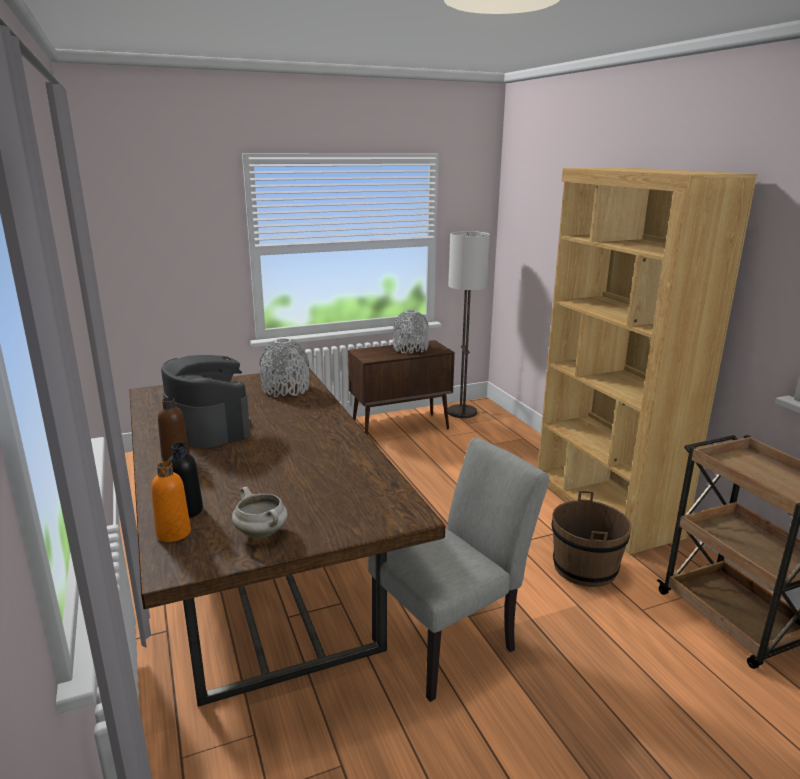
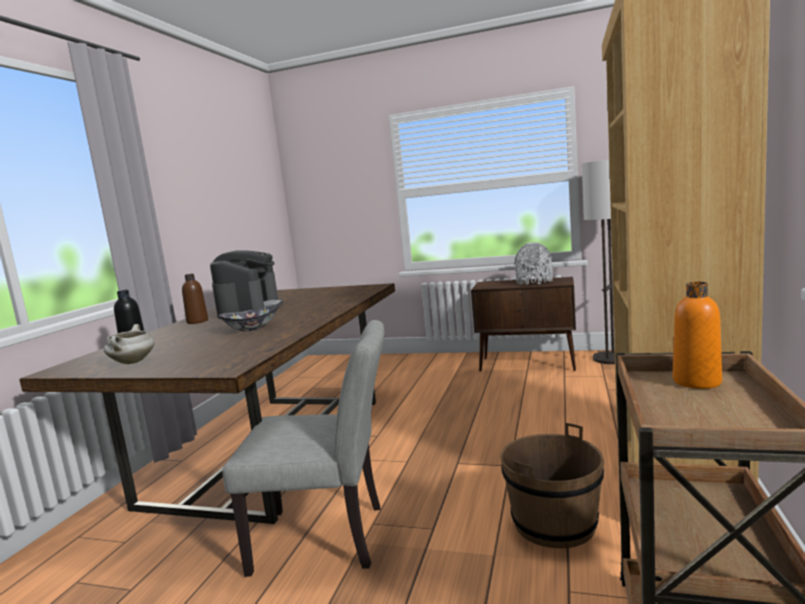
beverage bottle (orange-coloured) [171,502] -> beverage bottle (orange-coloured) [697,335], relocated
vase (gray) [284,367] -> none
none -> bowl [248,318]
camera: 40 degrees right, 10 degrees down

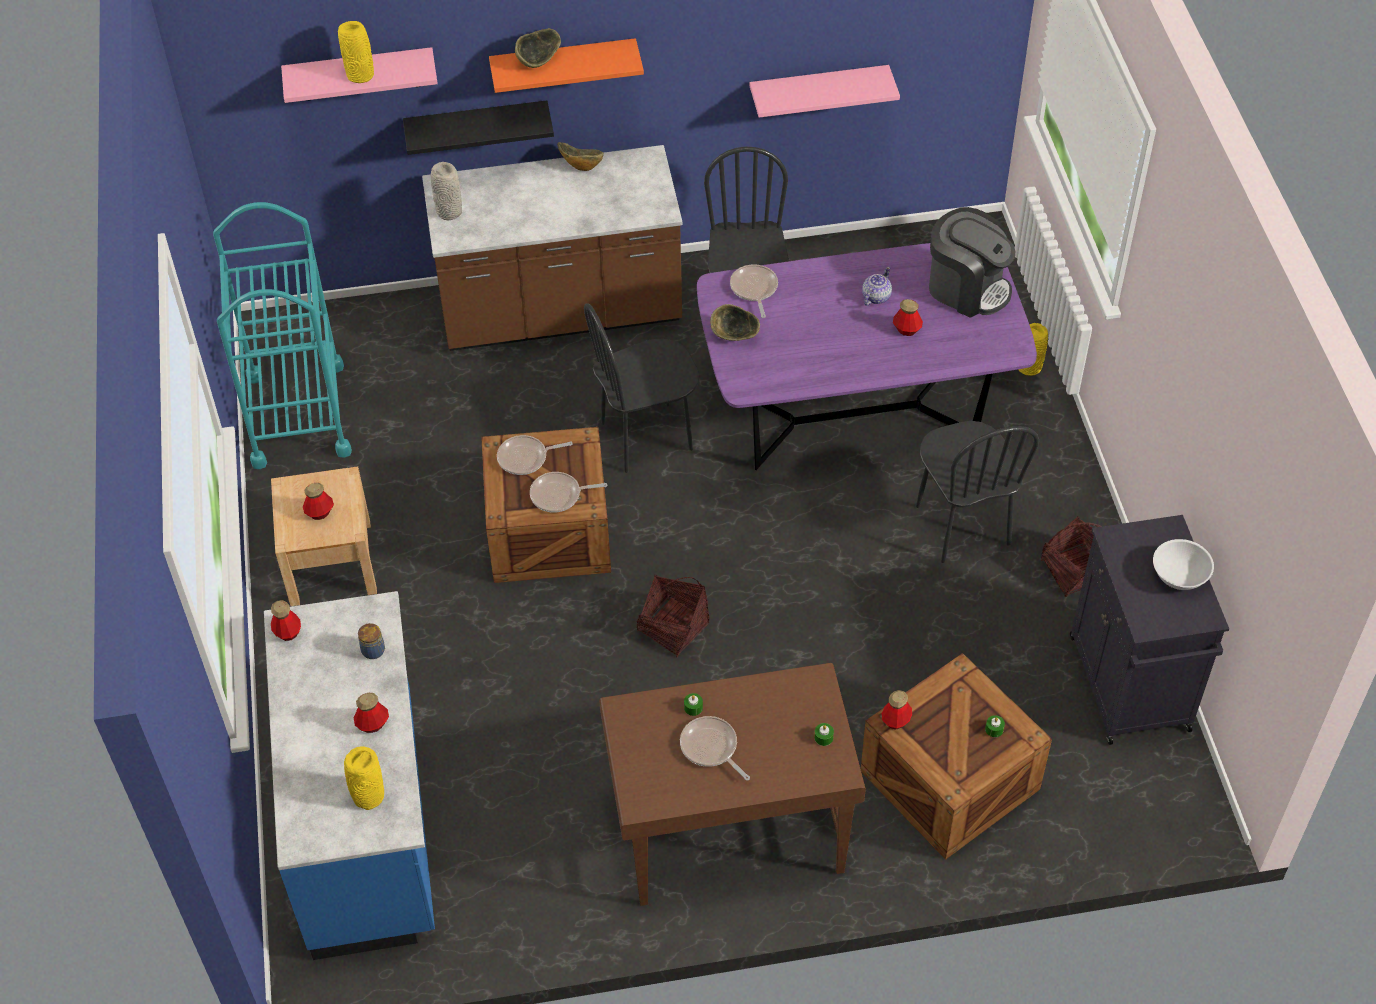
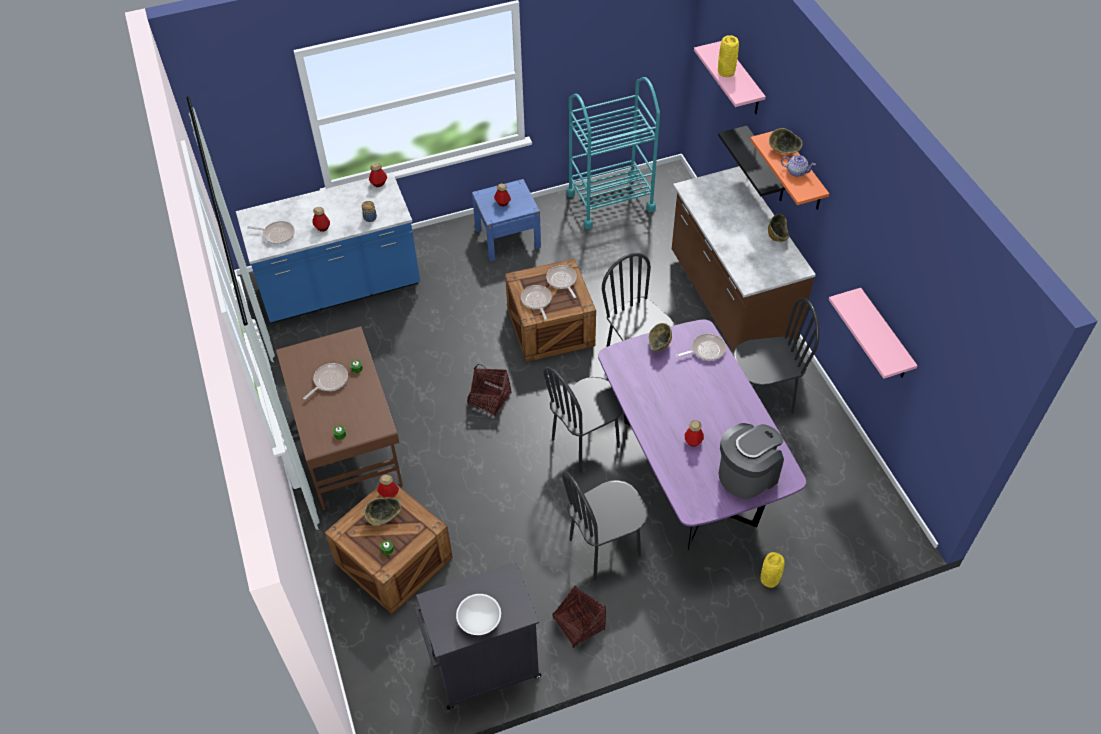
night table (beige-coloured) [324,536] -> night table (blue-coloured) [506,220]
vase (yellowish) [364,778] -> skillet [271,233]
vase (gray) [446,191] -> none
pot for tea [877,286] -> pot for tea [798,166], relocated
coffee machine [972,262] -> coffee machine [751,461], 150 degrees counterclockwise
none -> bowl [383,511]
none -> upright chair (black-coloured) [583,420]
camera: 80 degrees right, 0 degrees up

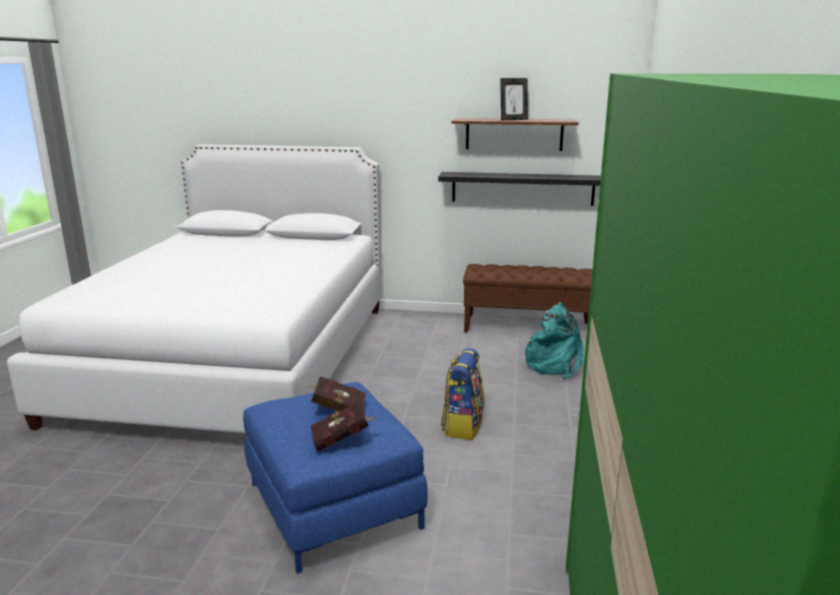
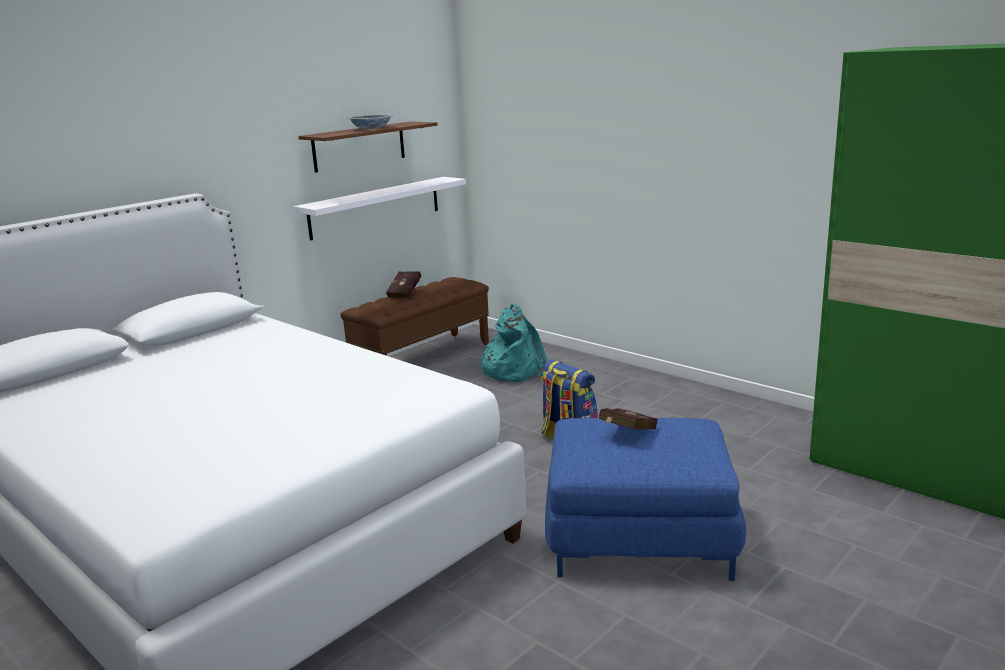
book (reddish) [343,426] -> book (reddish) [403,285], relocated
shelf (black-coloured) [519,189] -> shelf (whitish) [380,209]
picture frame [514,99] -> bowl [370,121]
camera: 55 degrees left, 0 degrees up

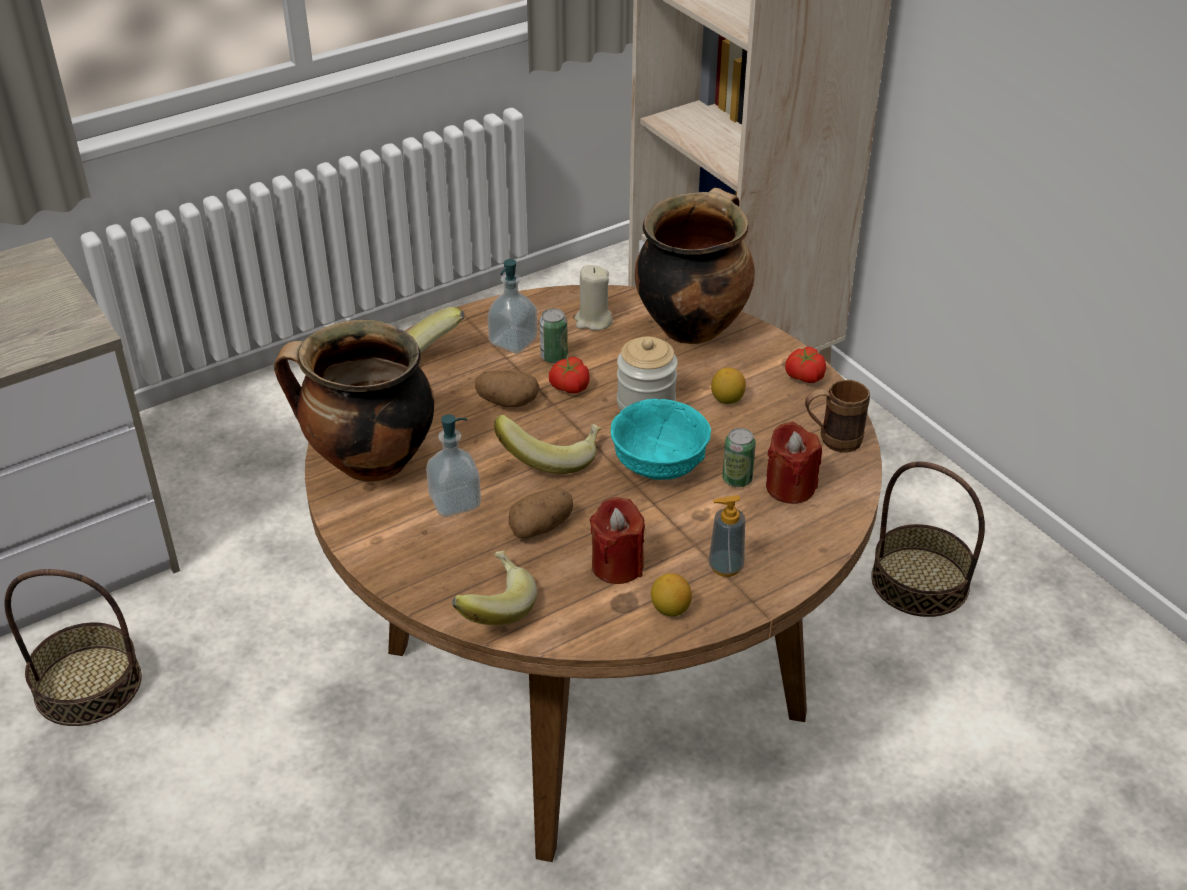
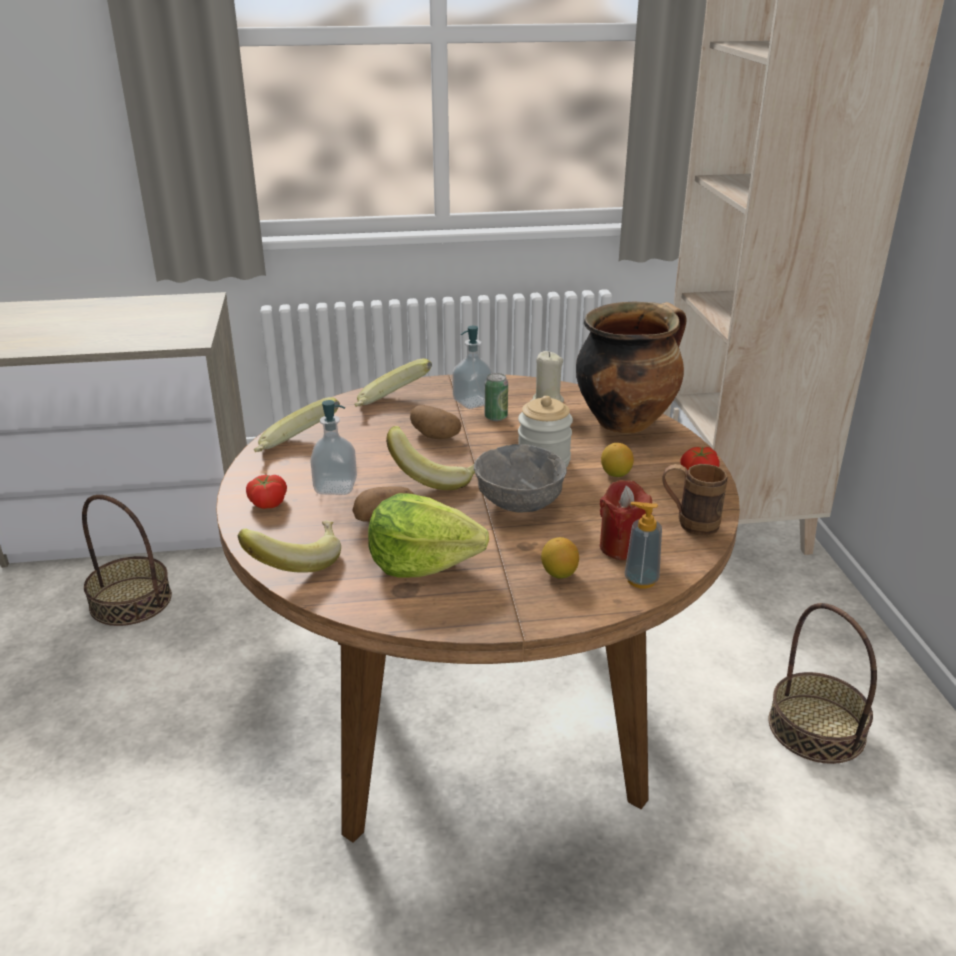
saucepot [354,401] -> banana [297,424]
tomato [569,375] -> tomato [266,492], relocated
candle (reddish) [617,540] -> lettuce head [428,535]
bowl (turquoise-coloured) [661,439] -> bowl (gray) [520,478]
lemon [671,595] -> lemon [560,558], relocated
liquid soap bottle [727,536] -> liquid soap bottle [643,545], relocated
can [739,457] -> none
camera: 25 degrees right, 10 degrees down

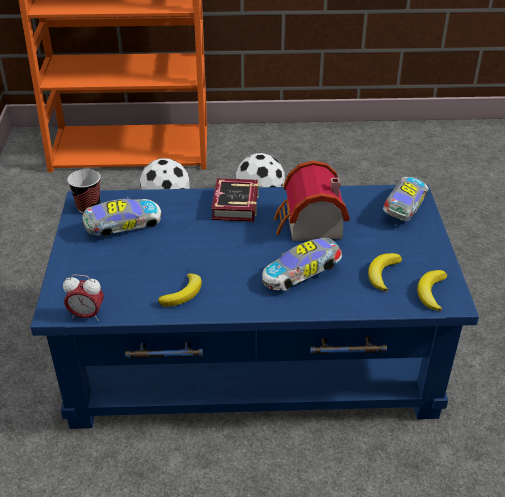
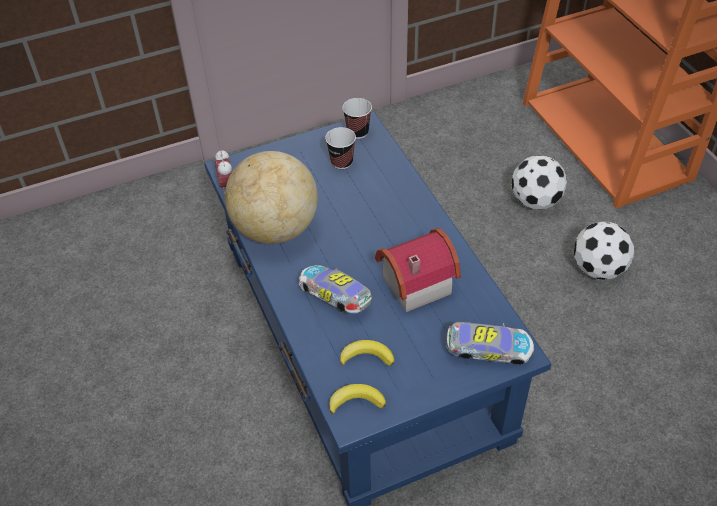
toy car [122,216] -> small cup [340,148]
banana [180,290] -> globe [271,197]
book [235,200] -> none
camera: 70 degrees right, 10 degrees up

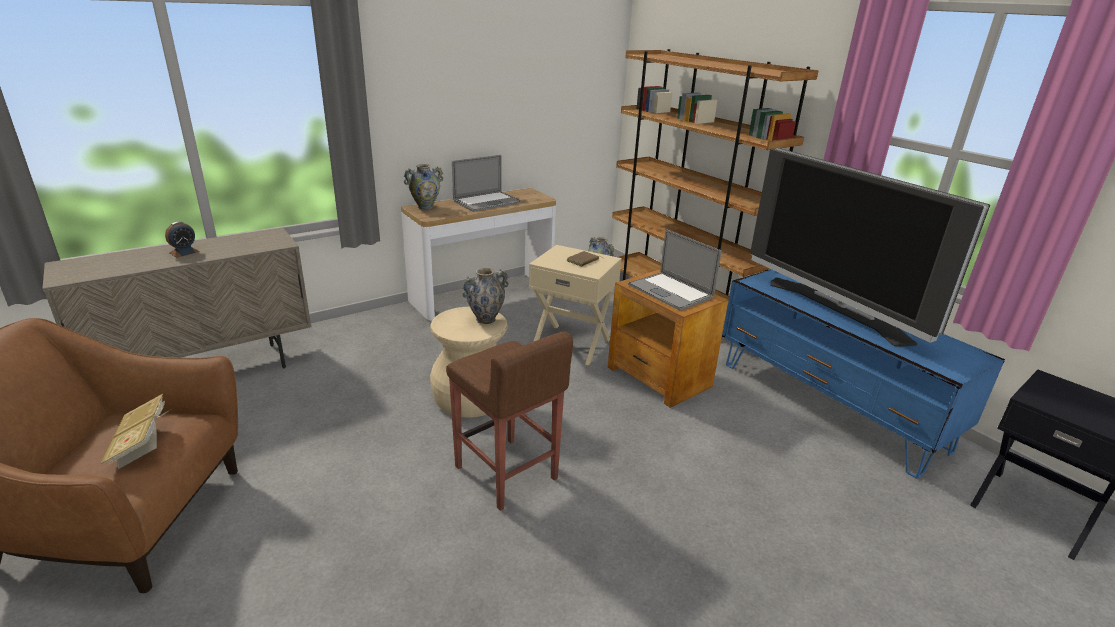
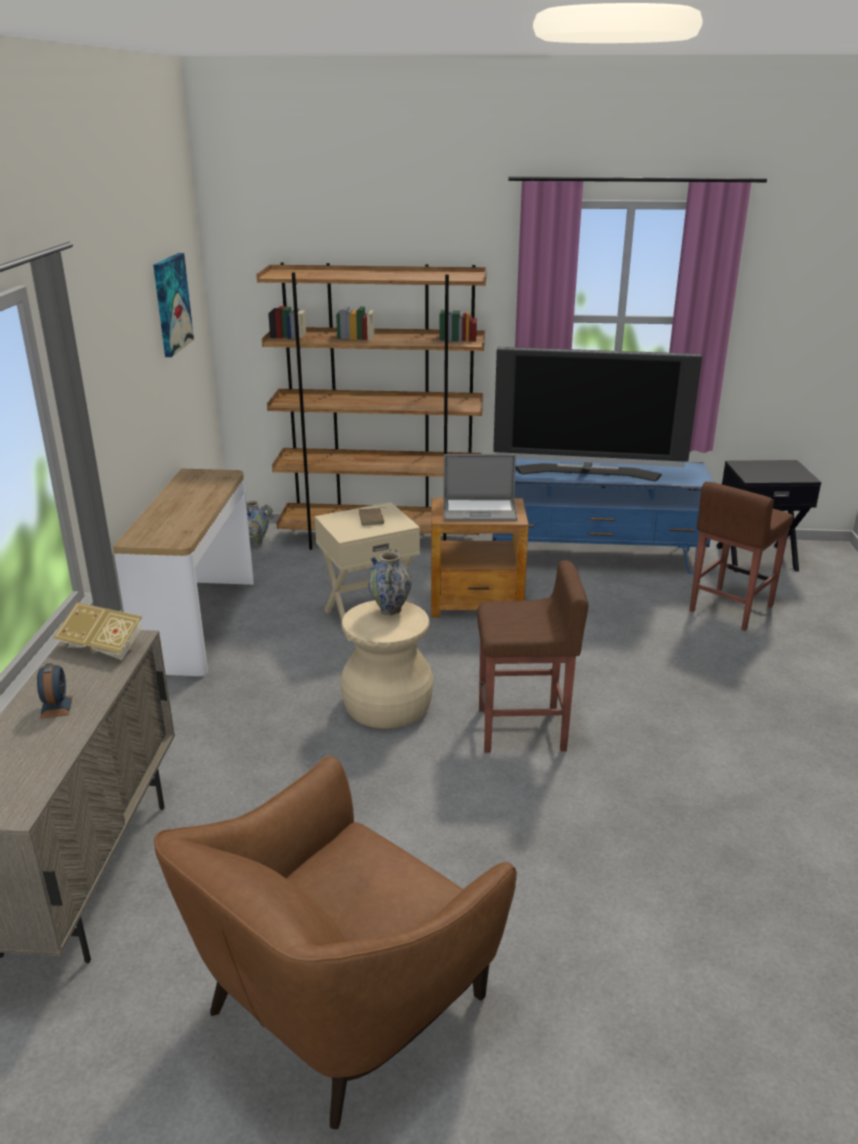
book [135,431] -> book [98,631], relocated
vase [423,187] -> none
notebook computer [487,183] -> none
none -> wall art [173,305]
none -> sitting stool (brown-coloured) [741,556]
camera: 50 degrees left, 0 degrees up

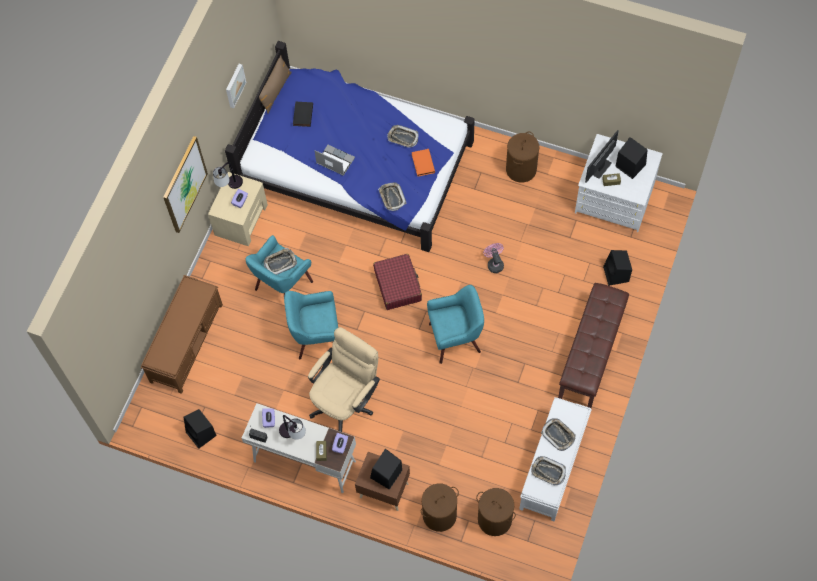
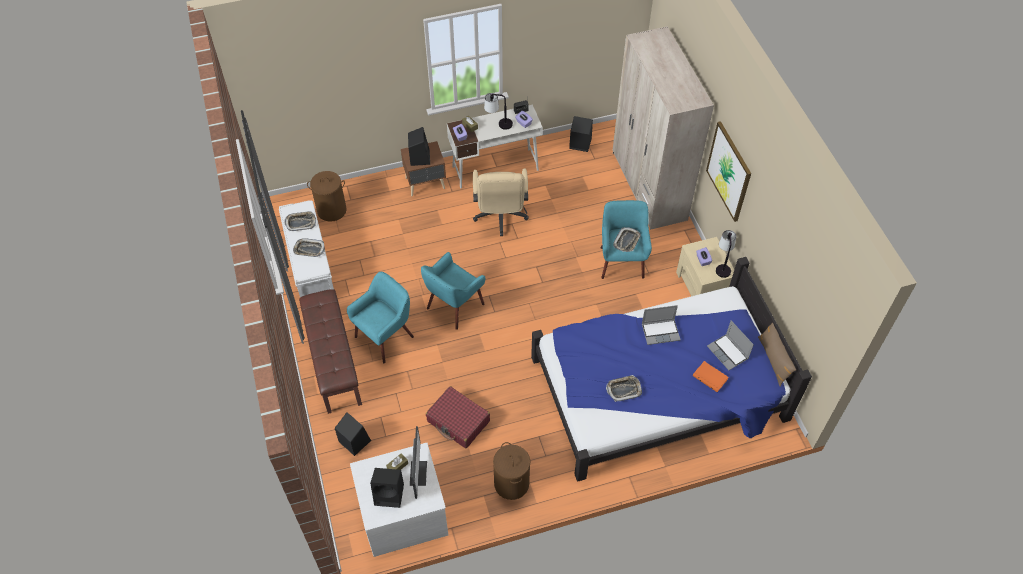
bench (brown-coloured) [182,334] -> armoire (beige-coloured) [663,128]
wall art [236,86] -> none
easy chair (turquoise-coloured) [311,325] -> easy chair (turquoise-coloured) [380,317], relocated
book (black-coloured) [303,114] -> notebook computer [730,345]
suitcase (reddish) [397,282] -> suitcase (reddish) [458,417], relocated
serving tray [392,196] -> none
book (orange-coloured) [423,163] -> book (orange-coloured) [711,376], relocated
hamper (brown-coloured) [440,507] -> none
fan (pink) [493,258] -> none
camera: 140 degrees right, 10 degrees down

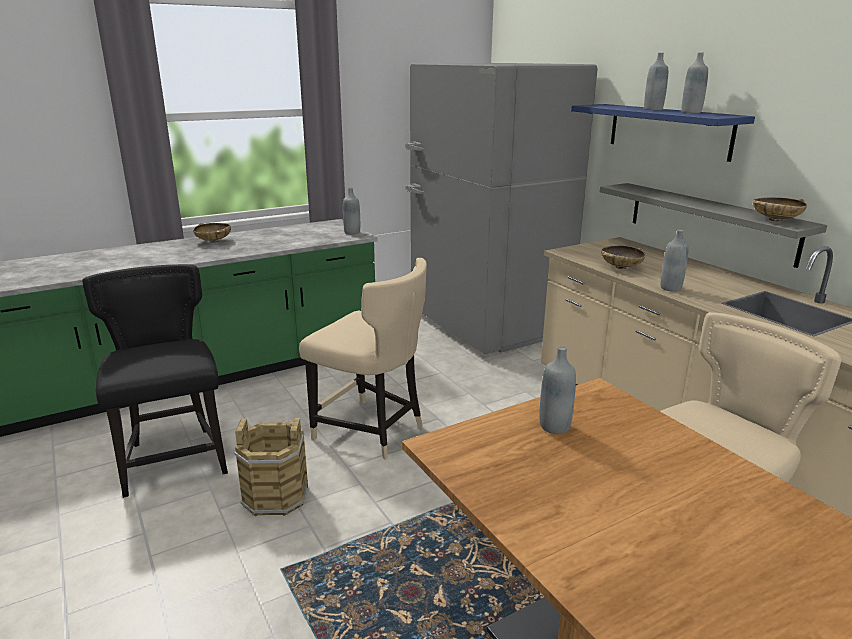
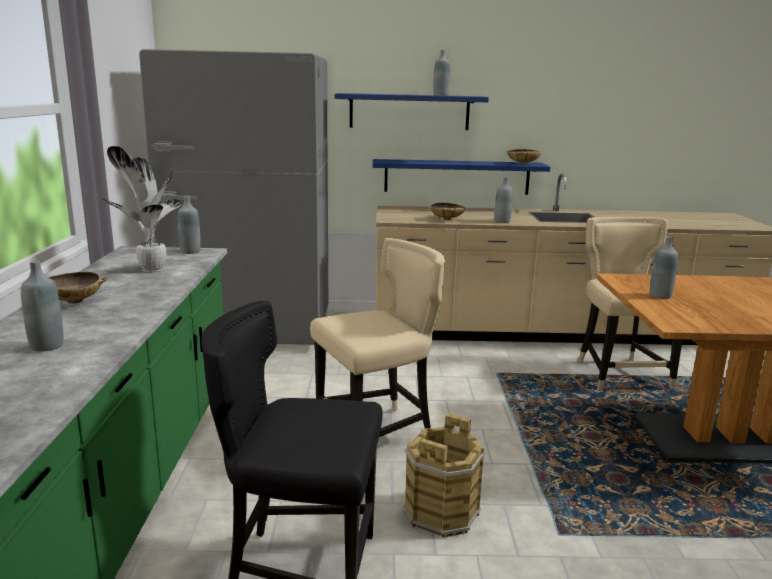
shelf (gray) [713,225] -> shelf (blue-coloured) [461,177]
beverage bottle (gray) [656,81] -> beverage bottle (gray) [42,306], relocated
none -> houseplant [142,209]
camera: 60 degrees left, 5 degrees down

